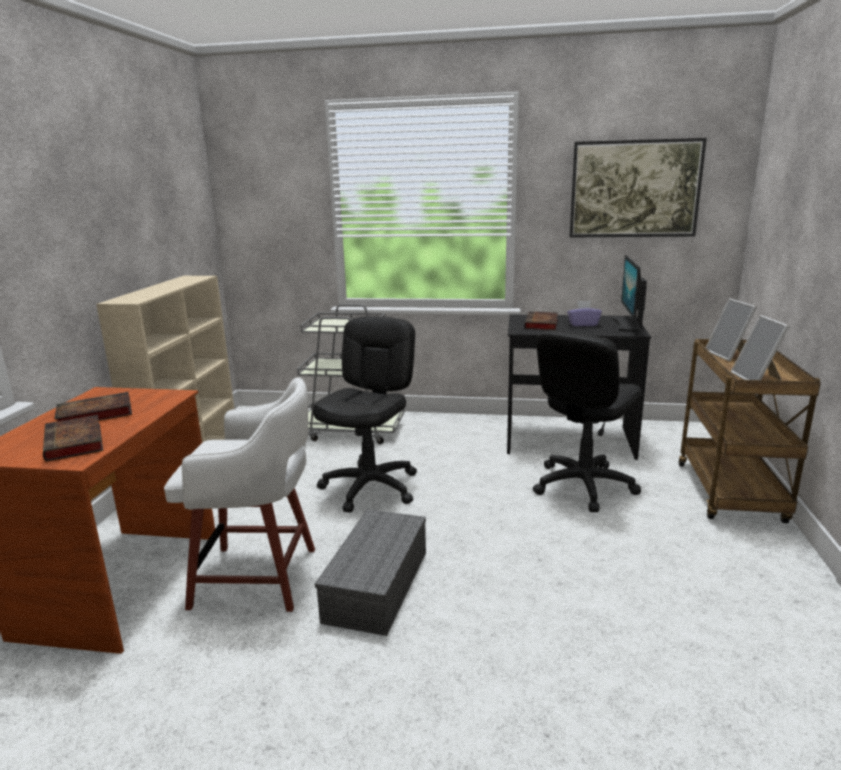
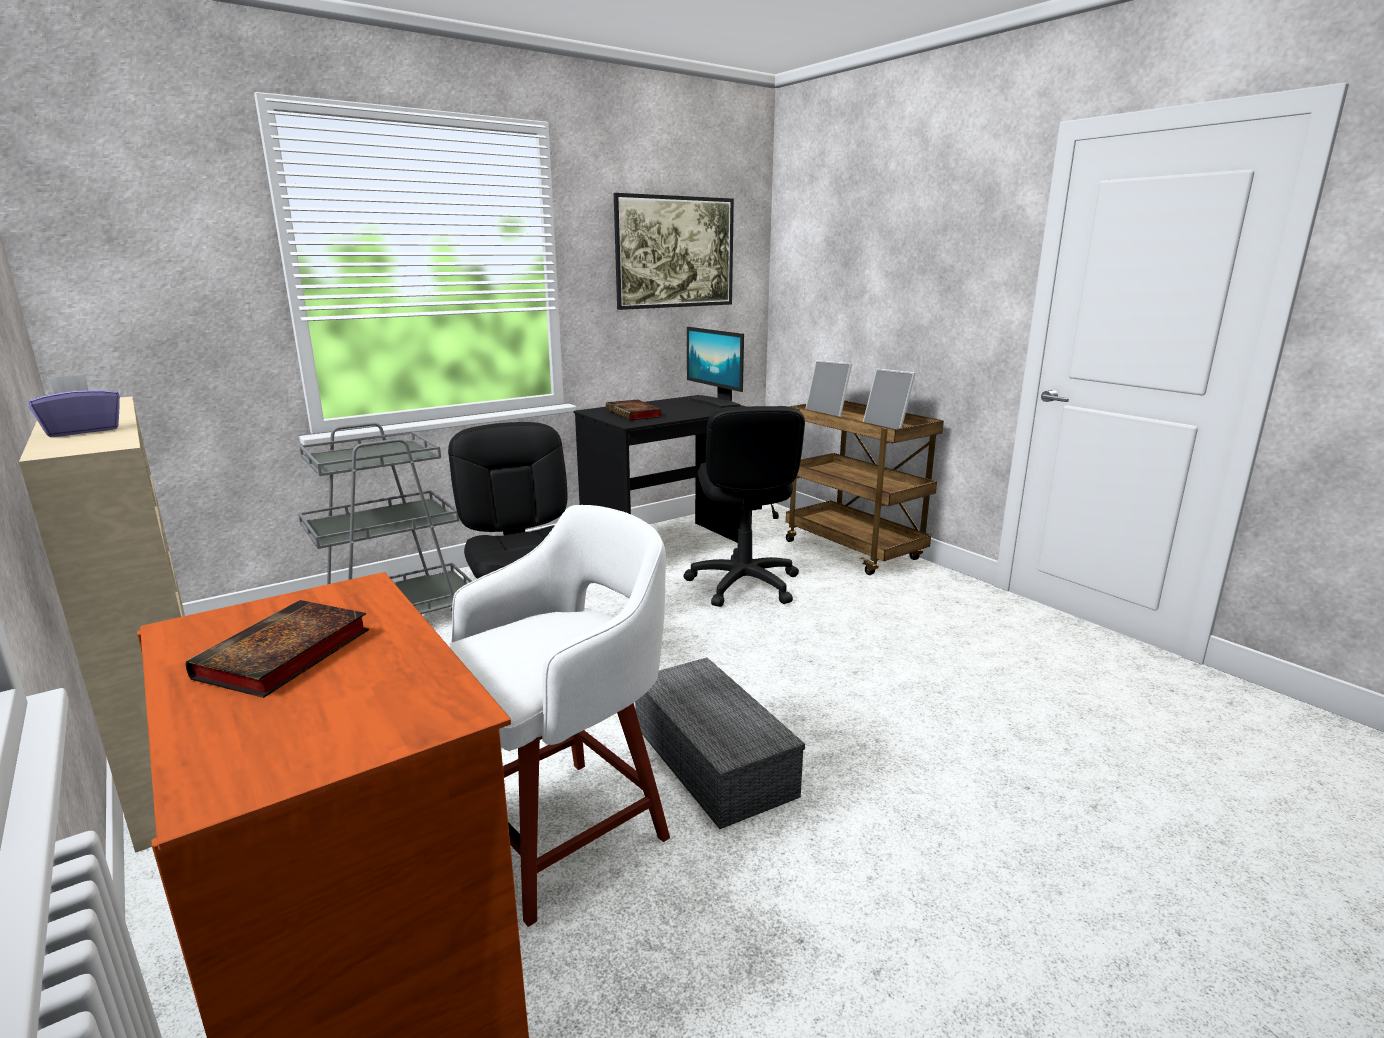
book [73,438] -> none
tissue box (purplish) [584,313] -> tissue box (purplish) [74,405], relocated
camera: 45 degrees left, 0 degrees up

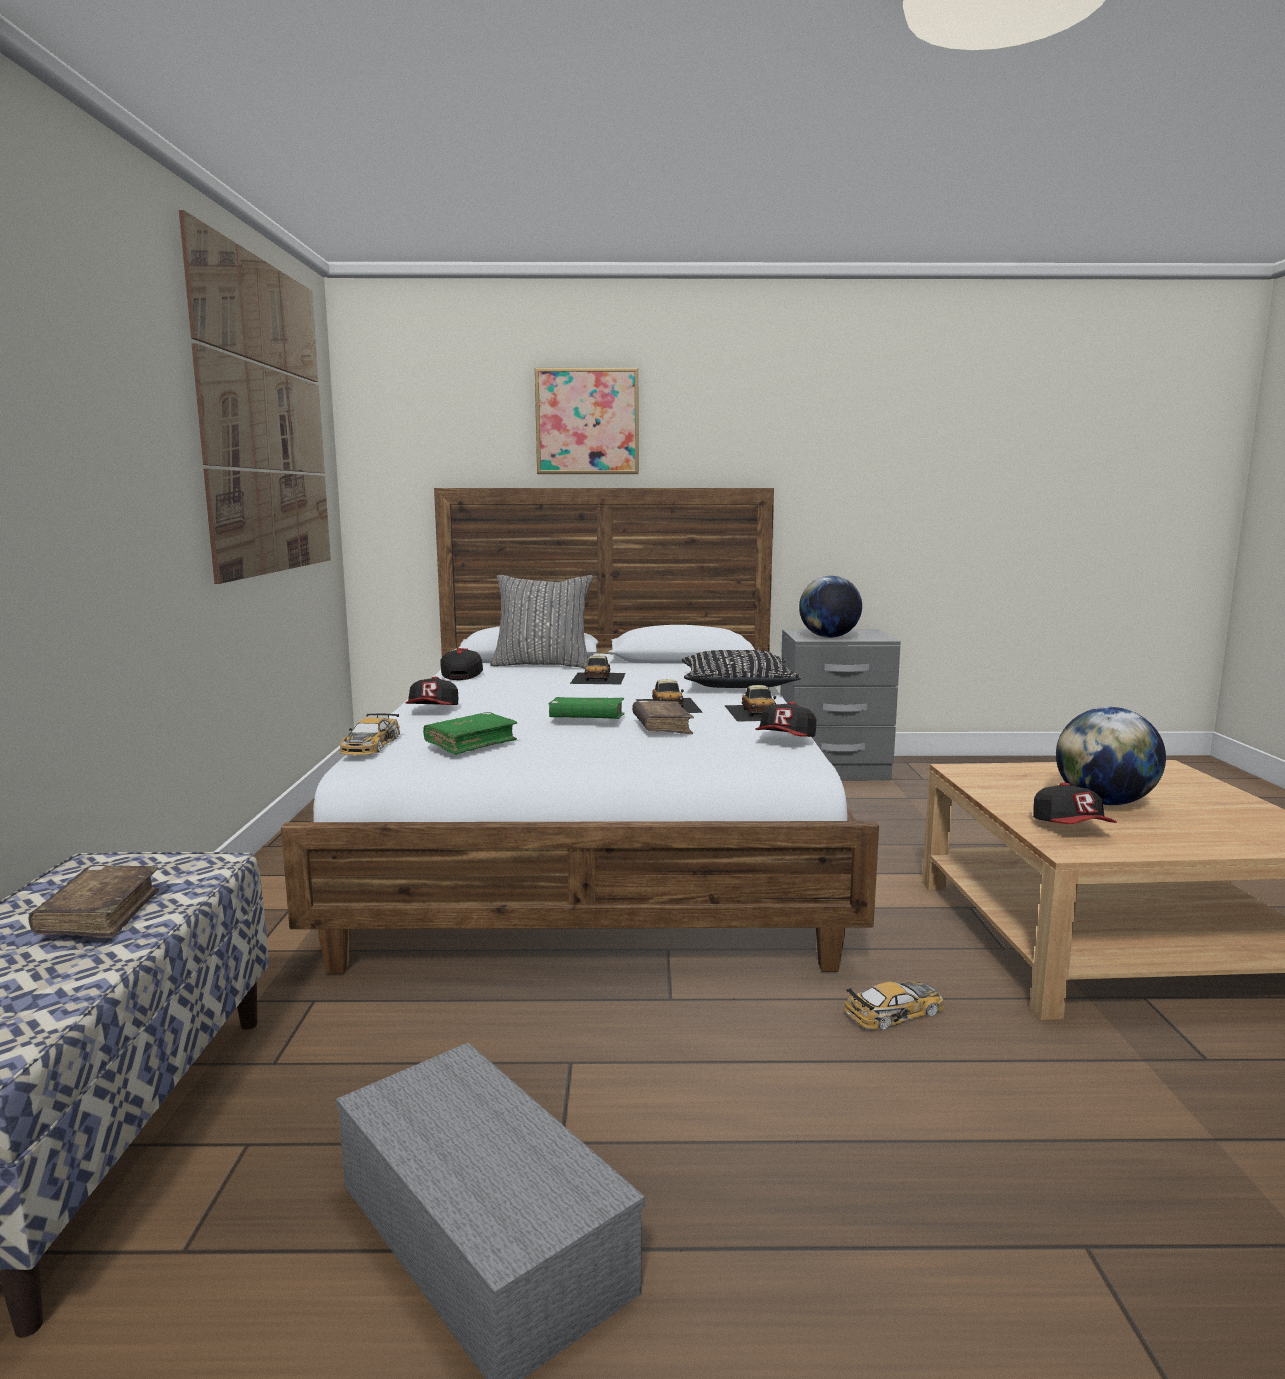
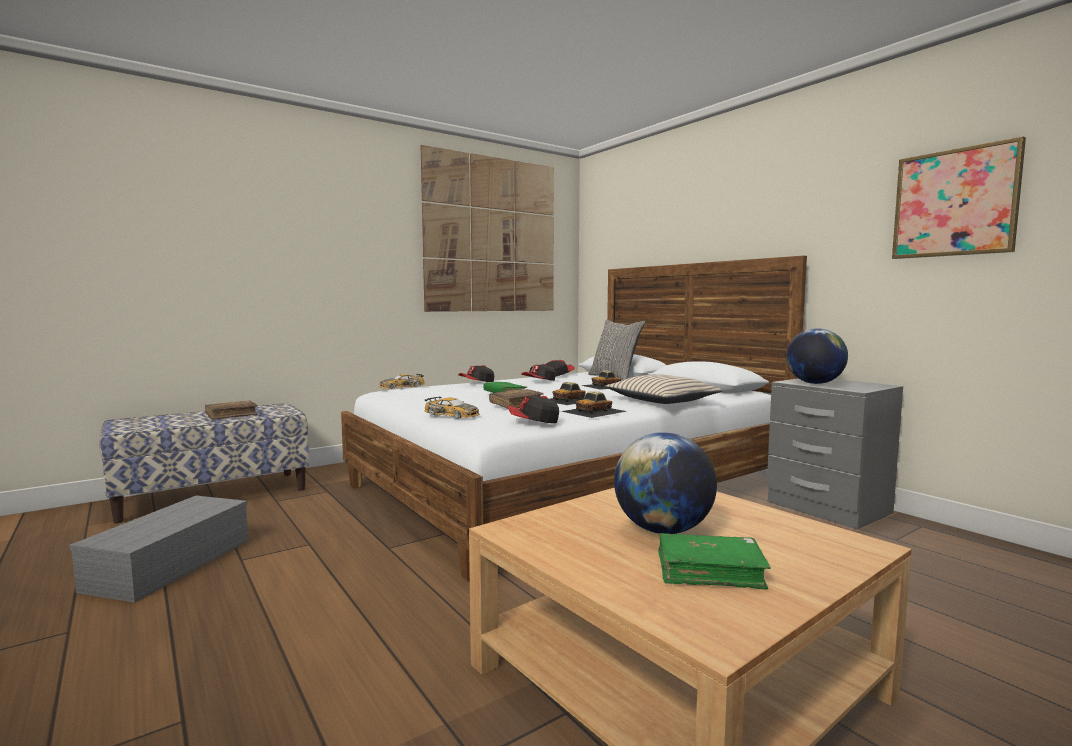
book (greenish) [470,733] -> book (greenish) [714,561], relocated
wall art [587,421] -> wall art [959,197], relocated
throw pillow (black-coloured) [742,669] -> throw pillow (beige-coloured) [663,389]
toy car [894,1005] -> toy car [451,408], relocated
peaked cap [1075,803] -> peaked cap [539,372], relocated
camera: 55 degrees right, 5 degrees down

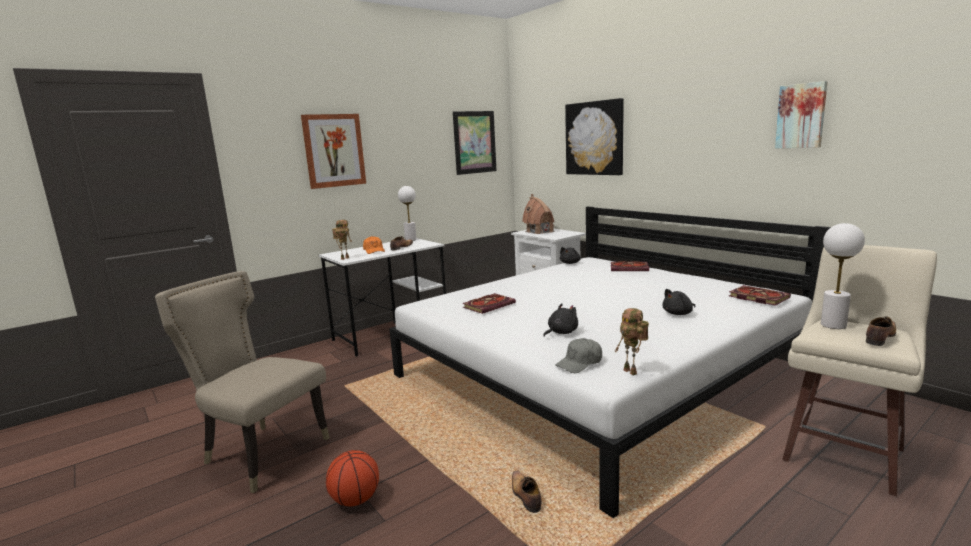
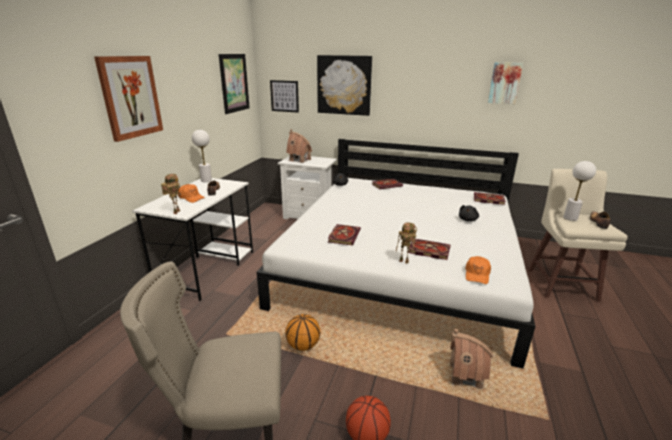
low shoe [527,492] -> toy house [471,359]
cuddly toy (black-coloured) [560,320] -> book [429,249]
peaked cap (gray) [578,355] -> peaked cap (orange-coloured) [478,270]
robot figure [632,341] -> robot figure [406,243], relocated
none -> wall art [284,96]
none -> basketball [302,332]
camera: 35 degrees left, 10 degrees up

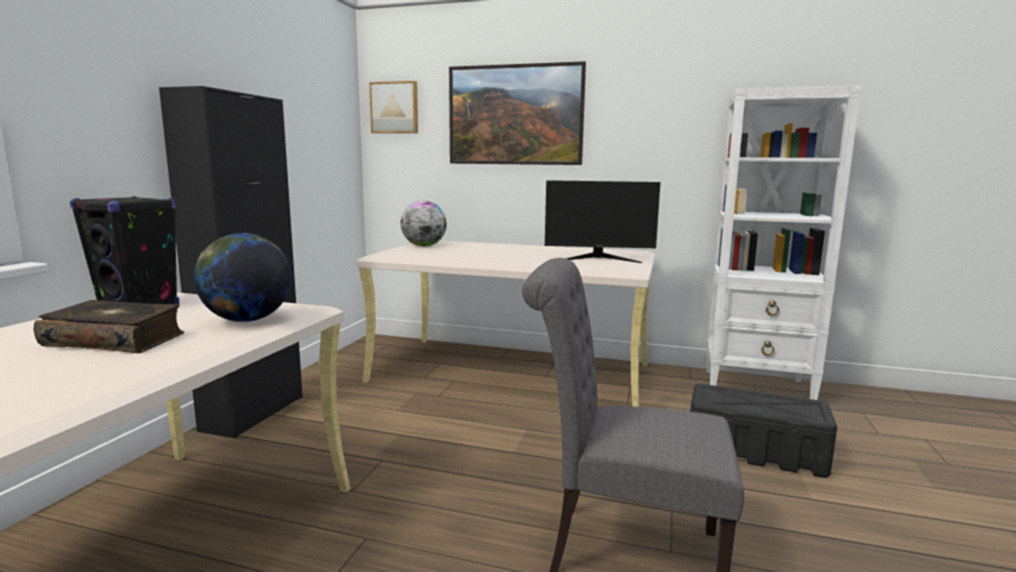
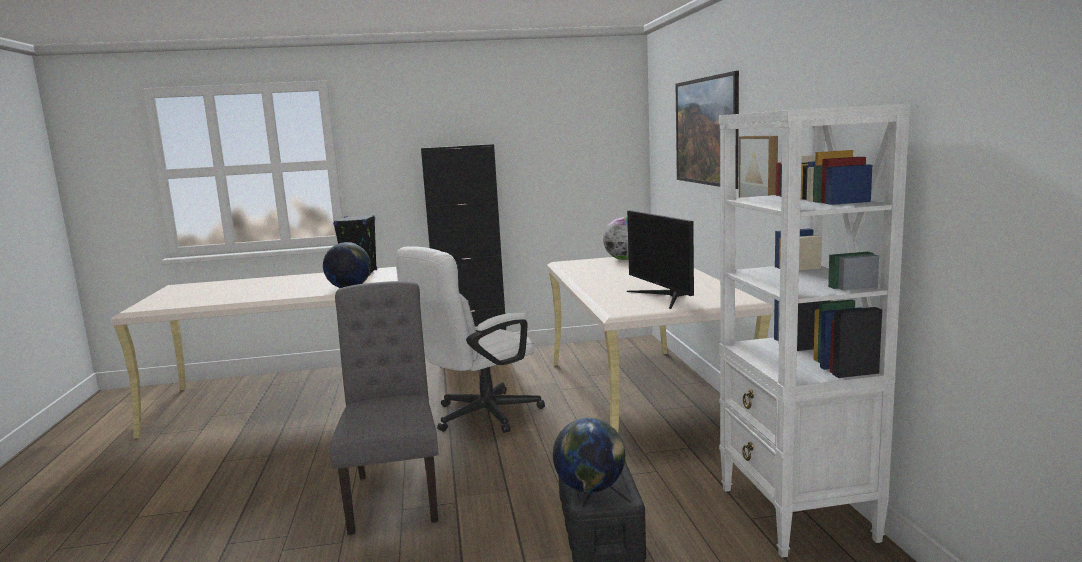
book [109,326] -> none
wall art [393,107] -> wall art [758,167], relocated
none -> office chair (whitish) [470,339]
none -> globe [589,455]
camera: 65 degrees right, 0 degrees up

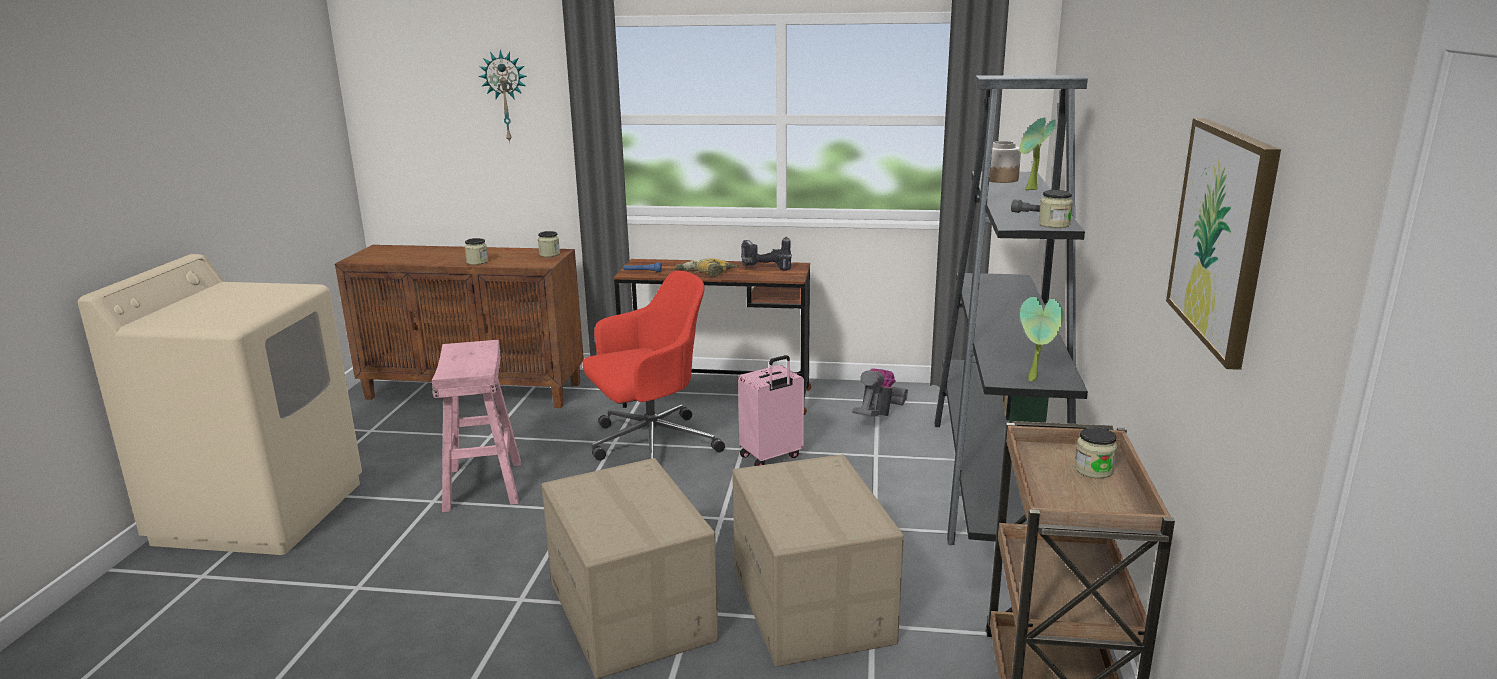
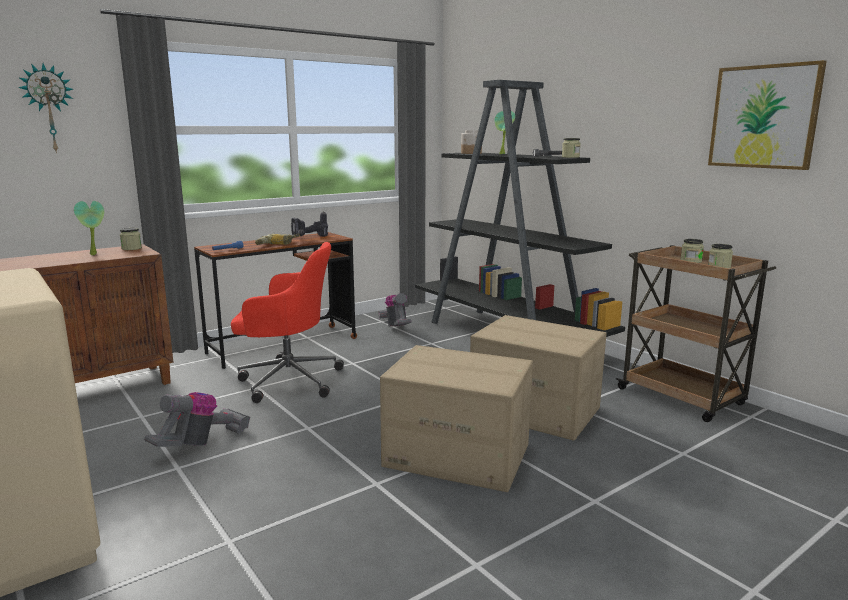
sitting stool (pink) [476,426] -> hoover [197,419]
preserve jar [476,251] -> preserve jar [720,256], relocated
office chair (reddish) [653,369] -> office chair (reddish) [287,322], 75 degrees clockwise
suitcase (pink) [771,410] -> none
houseplant [1042,339] -> houseplant [89,228], relocated
camera: 45 degrees left, 5 degrees down

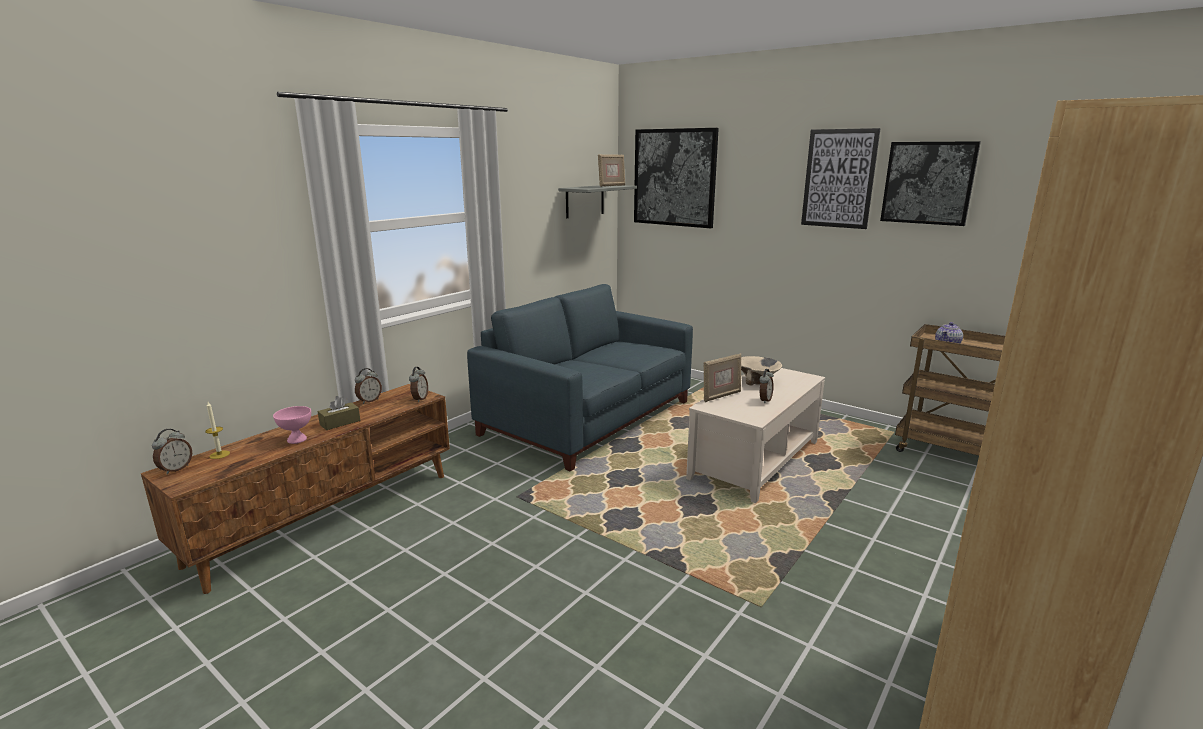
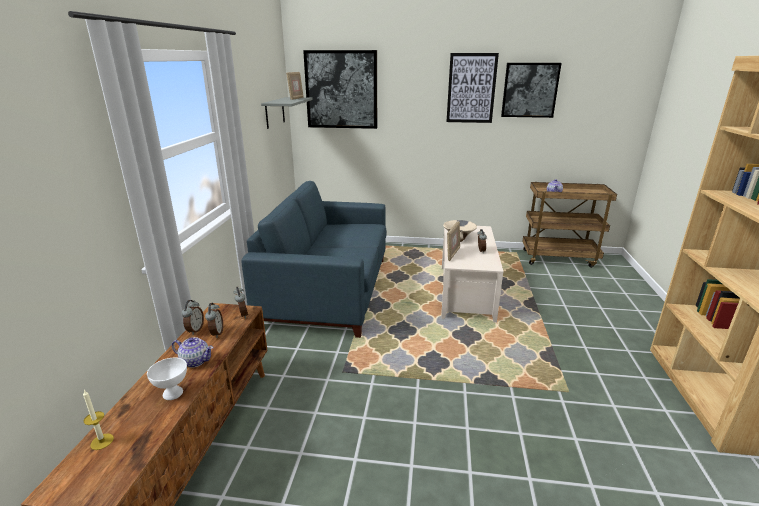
bedside clock [172,452] -> bedside clock [214,320], relocated
bowl (pink) [292,425] -> bowl (whitish) [167,379]
tissue box (brown-coloured) [339,413] -> pot for tea [192,352]
camera: 30 degrees left, 5 degrees up

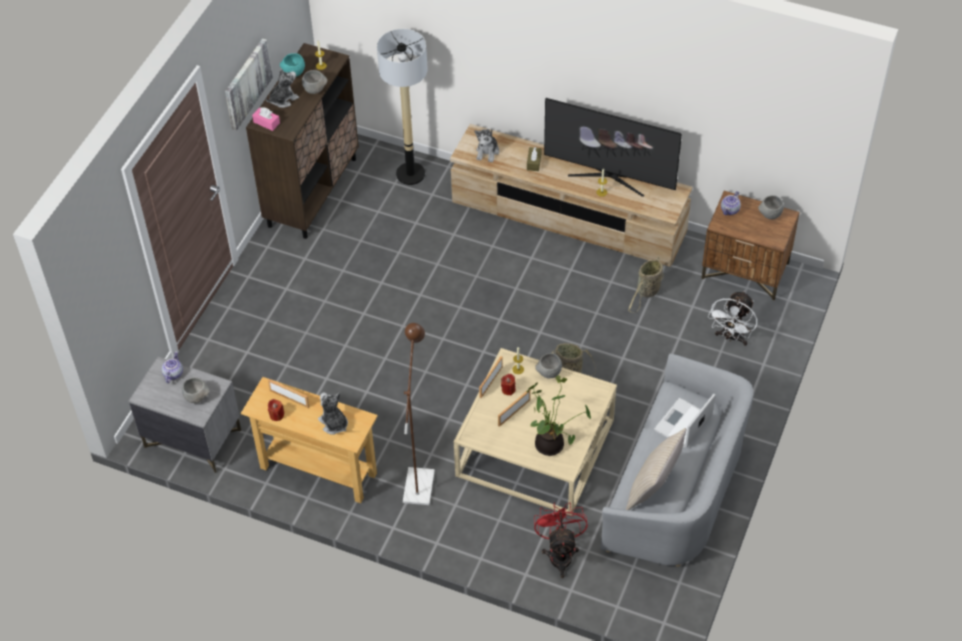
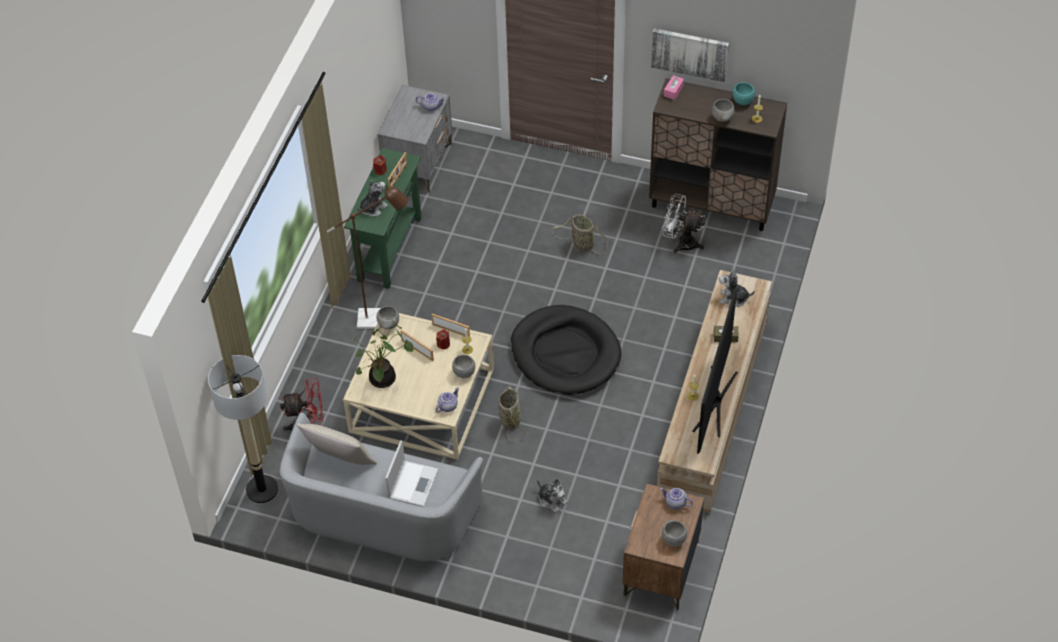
bowl (gray) [195,390] -> bowl (gray) [388,318], relocated
hall table (beige-coloured) [309,440] -> hall table (greenish) [383,218]
cuddly toy [282,88] -> cuddly toy [552,496], relocated
standing lamp [402,107] -> standing lamp [243,429], relocated
basket [646,284] -> basket [580,234], relocated
notebook computer [685,421] -> notebook computer [411,473], 75 degrees clockwise
fan (whitish) [732,318] -> fan (whitish) [683,223], relocated
none -> pot for tea [447,400]
none -> dog cushion (black-coloured) [566,350]
camera: 85 degrees right, 0 degrees up

